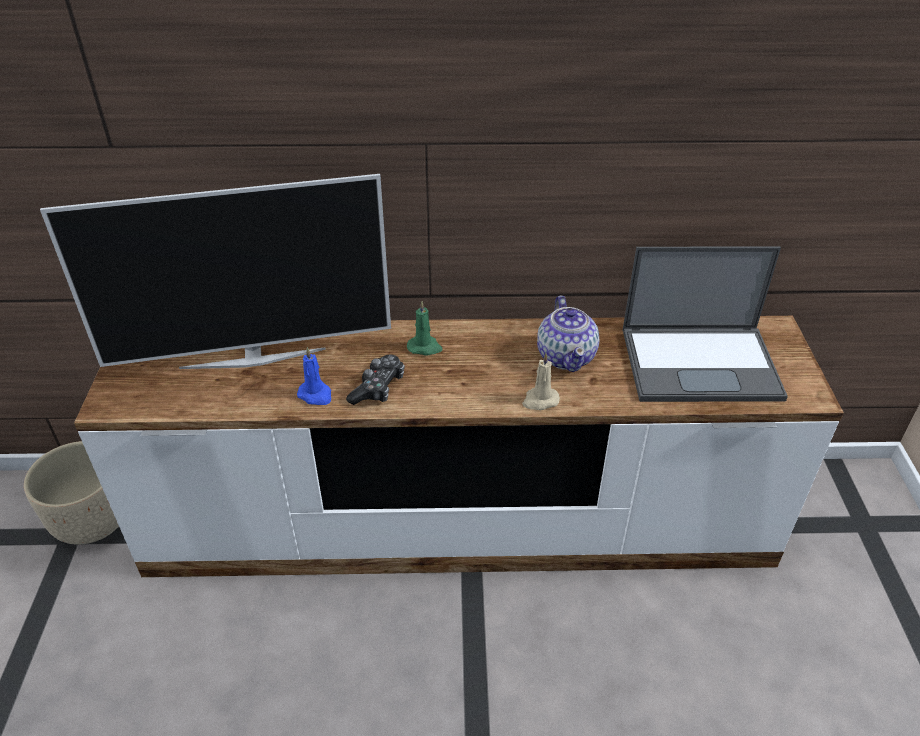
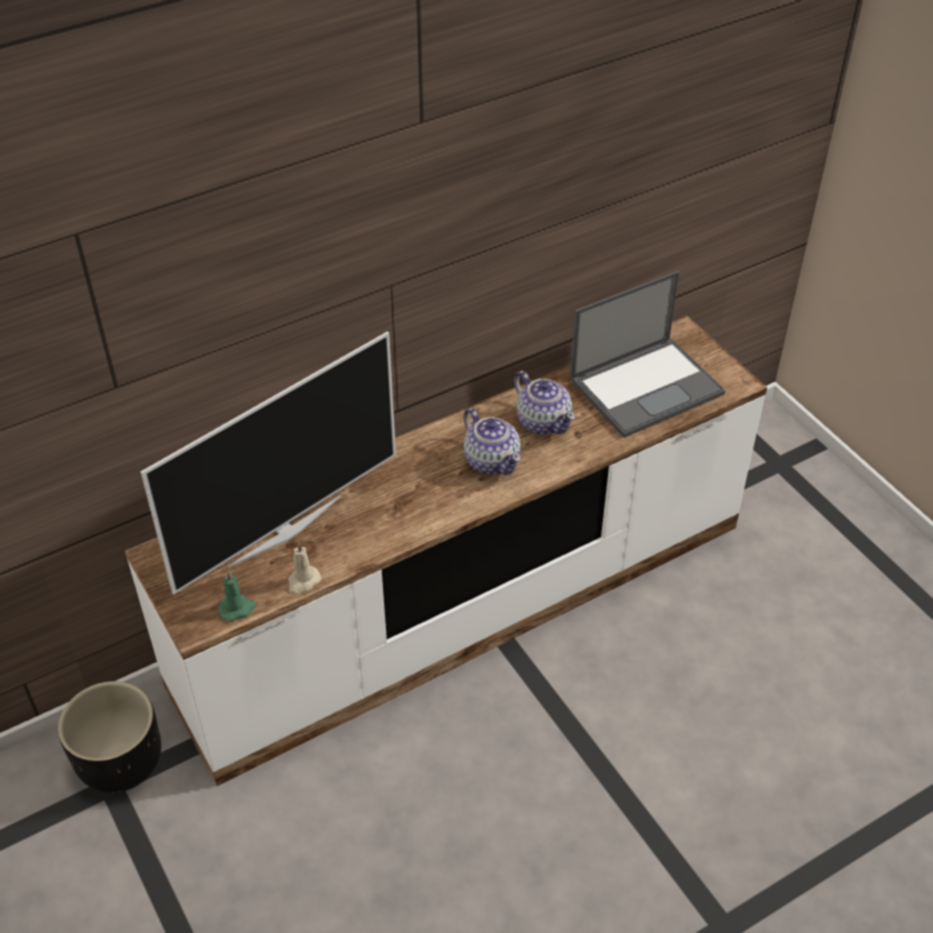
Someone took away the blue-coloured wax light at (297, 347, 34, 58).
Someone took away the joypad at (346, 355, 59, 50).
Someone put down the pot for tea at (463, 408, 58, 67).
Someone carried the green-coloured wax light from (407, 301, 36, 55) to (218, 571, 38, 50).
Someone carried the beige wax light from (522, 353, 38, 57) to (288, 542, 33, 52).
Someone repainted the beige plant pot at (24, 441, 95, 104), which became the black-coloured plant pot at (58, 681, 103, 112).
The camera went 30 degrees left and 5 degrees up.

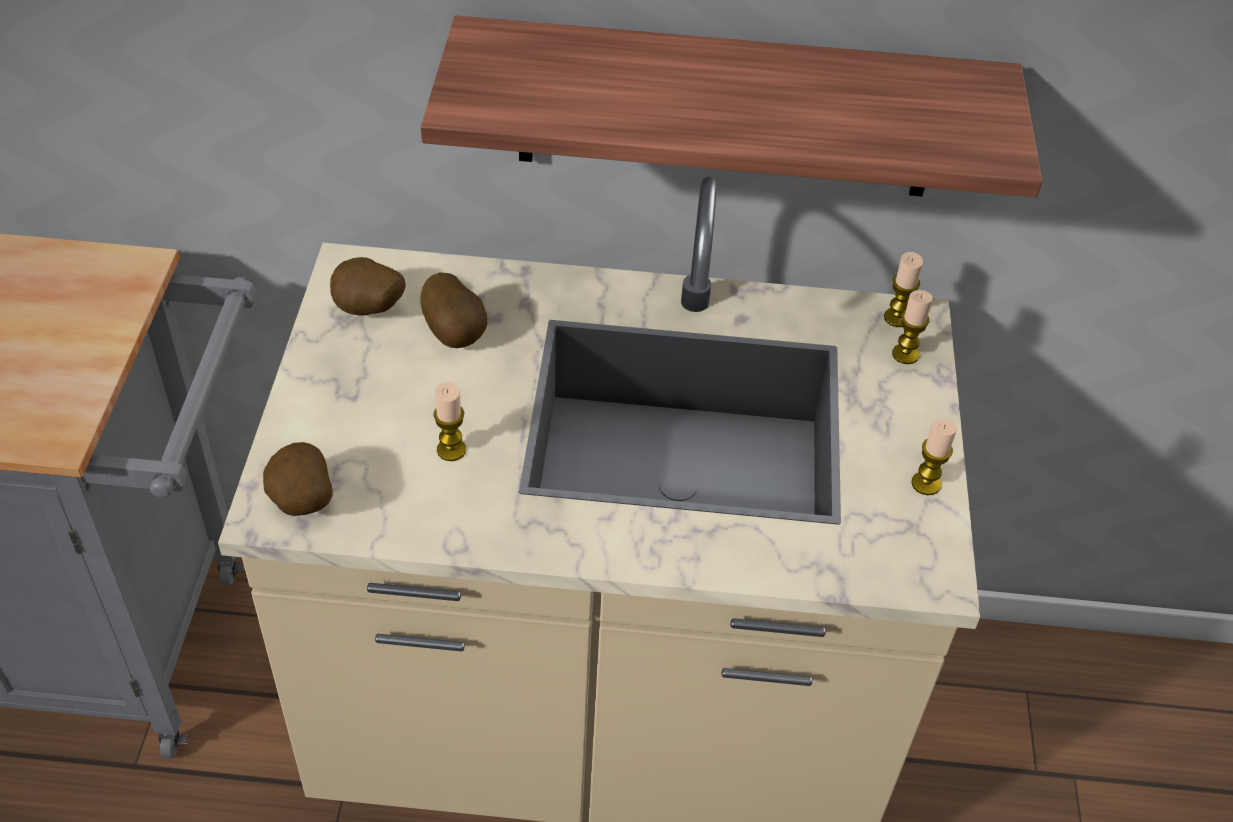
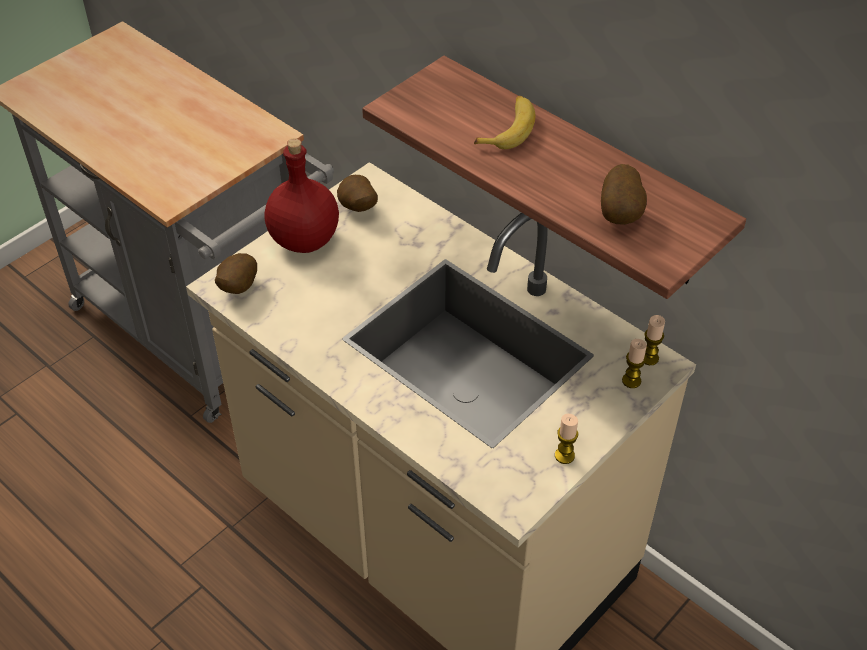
Someone took away the wax light at (433, 382, 33, 79).
Someone put down the red-coloured bottle at (265, 138, 74, 115).
Someone put down the whole banana at (474, 96, 61, 53).
Someone carried the whole potato from (420, 272, 67, 76) to (601, 164, 46, 61).
The camera went 40 degrees right and 0 degrees up.

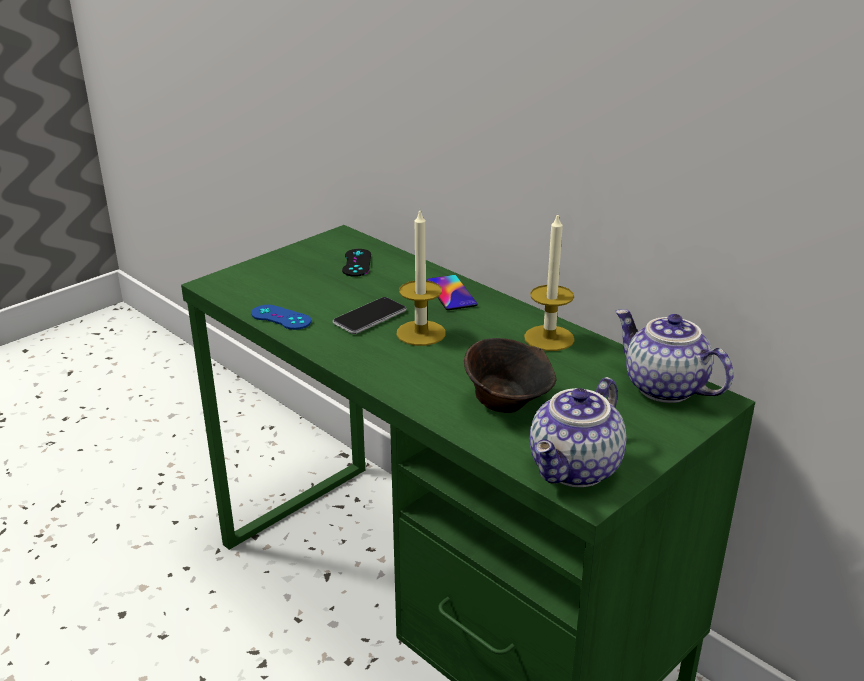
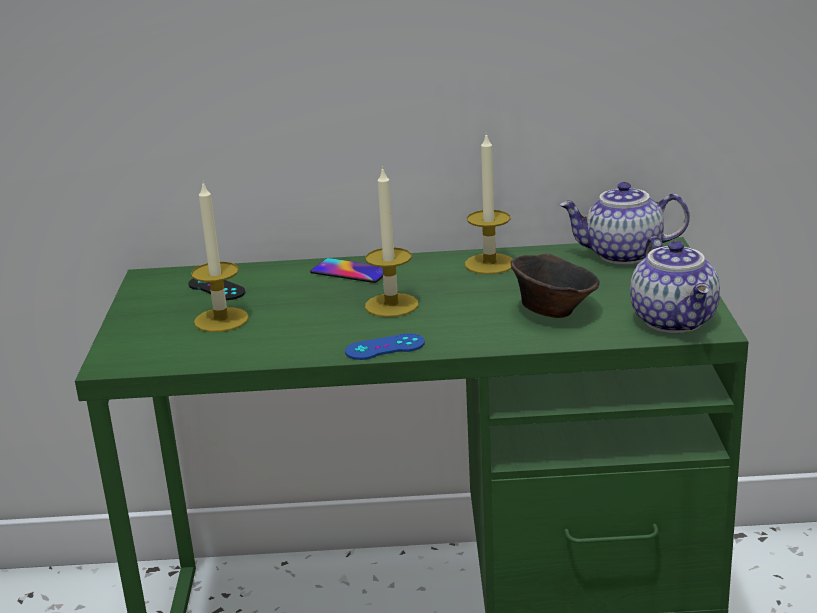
Someone took away the handset at (333, 297, 73, 37).
Someone put down the wax light at (191, 183, 58, 149).
Someone carried the blue-coloured joypad from (251, 305, 60, 25) to (345, 333, 80, 27).
The camera went 45 degrees left and 5 degrees down.

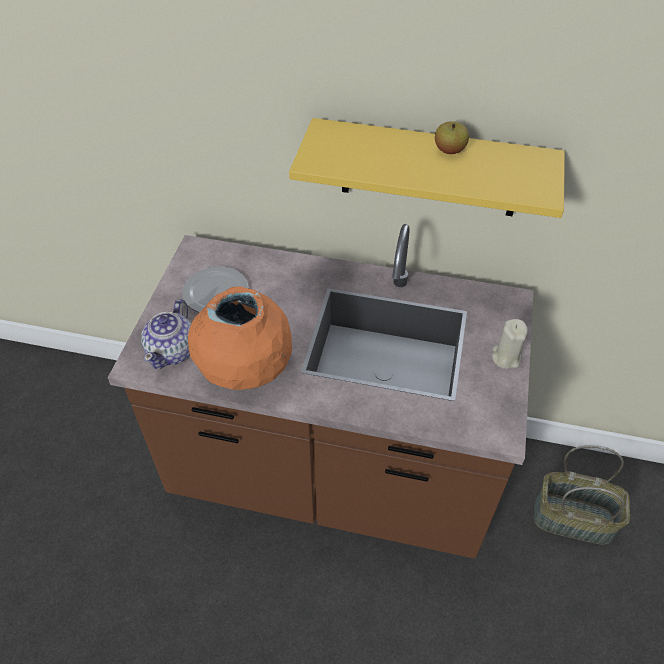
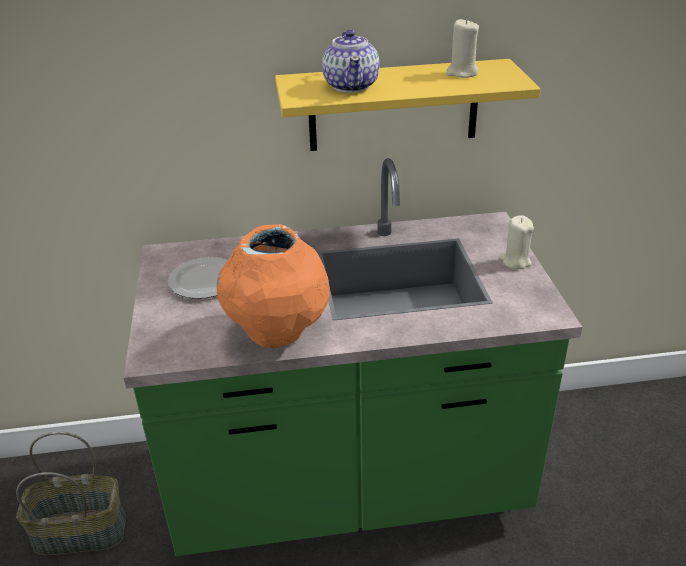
Someone took away the apple fruit at (435, 121, 34, 33).
Someone put down the beige wax light at (446, 18, 33, 60).
Someone carried the pot for tea from (141, 299, 50, 70) to (322, 30, 57, 63).
Someone carried the basket from (534, 445, 96, 99) to (16, 432, 110, 123).
Someone repainted the brown-coloured counter at (108, 224, 426, 335), which became the green-coloured counter at (124, 158, 458, 398).
The camera went 20 degrees left and 15 degrees down.

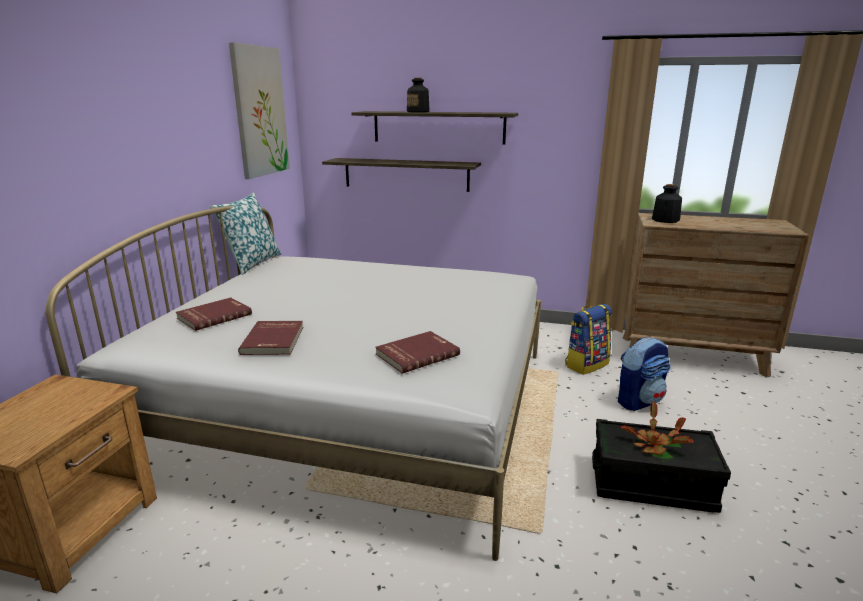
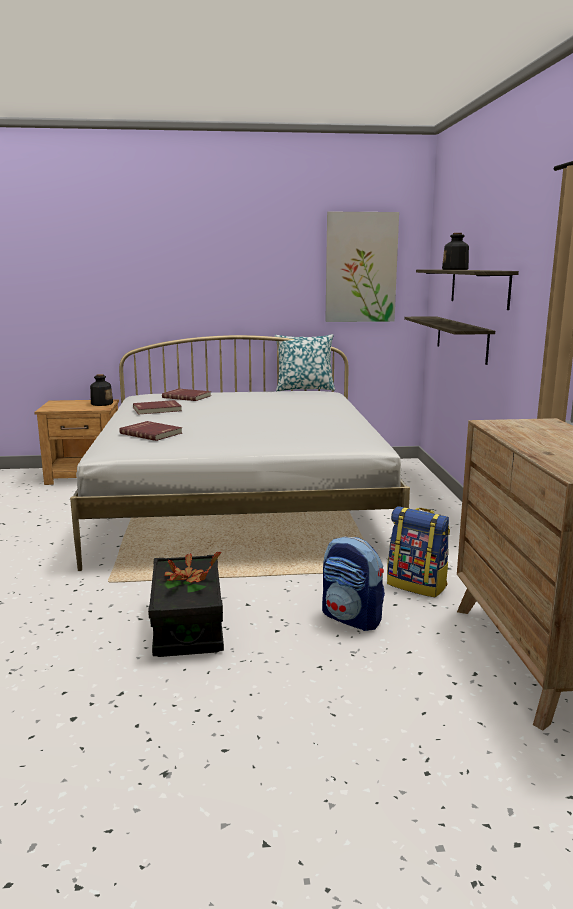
Someone carried the bottle from (652, 184, 30, 39) to (90, 374, 23, 32).
The camera went 70 degrees right and 5 degrees down.

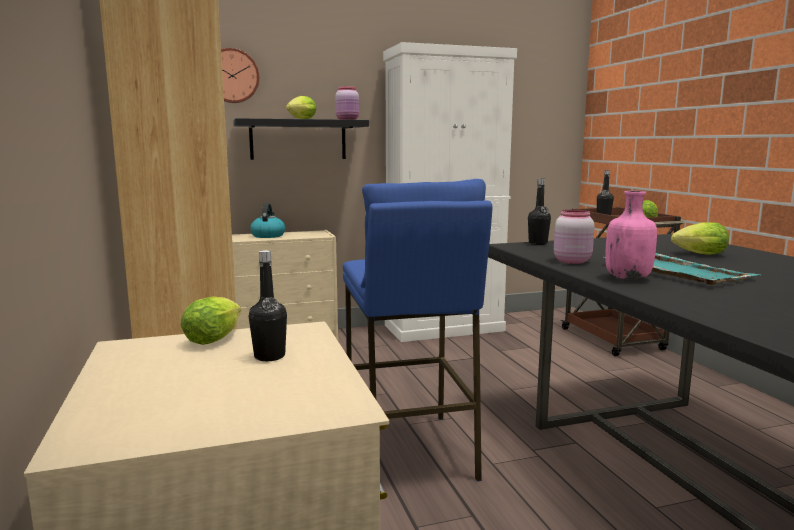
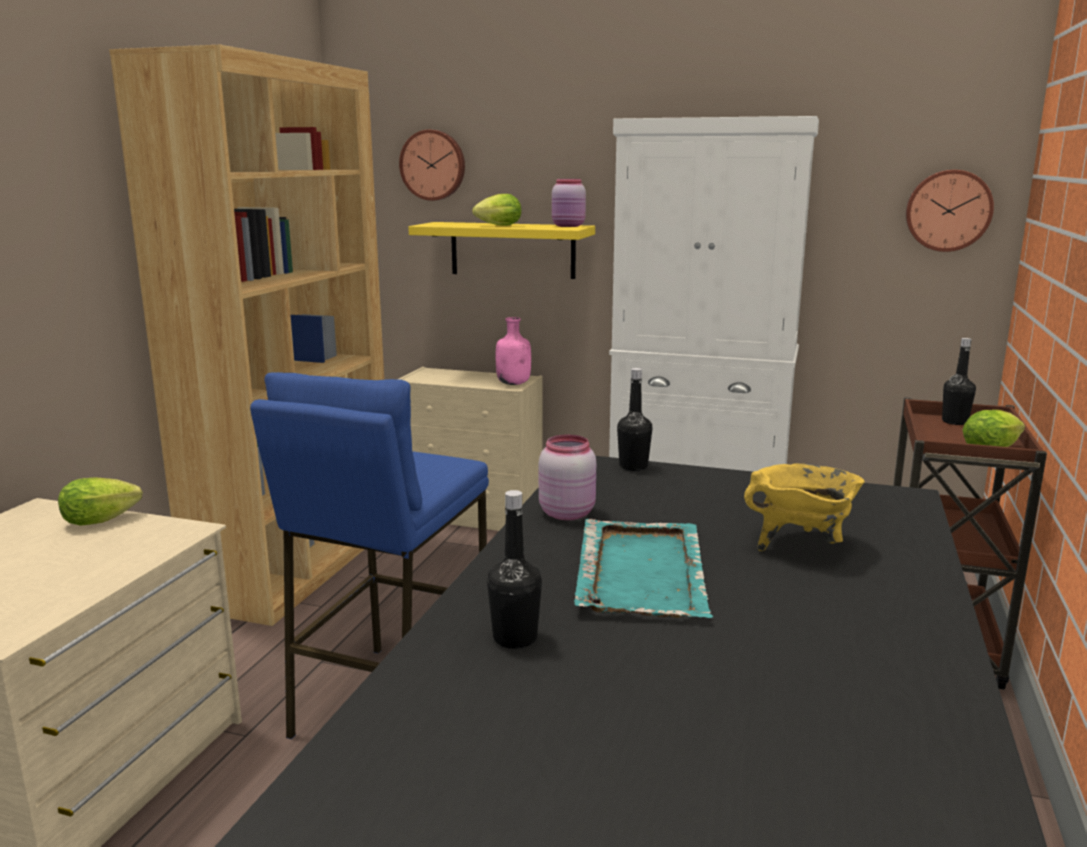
Someone took away the kettle at (250, 203, 35, 35).
Someone put up the clock on the wall at (906, 170, 88, 82).
Someone carried the black-coloured bottle from (249, 250, 38, 111) to (487, 490, 55, 159).
Someone carried the pink-coloured bottle from (605, 191, 52, 89) to (496, 317, 35, 68).
Someone swapped the lettuce at (671, 222, 58, 33) for the yellow-coloured cooking pot at (744, 463, 121, 88).
Someone repainted the black-coloured wall shelf at (233, 118, 136, 42), which became the yellow-coloured wall shelf at (408, 222, 187, 57).
The camera went 35 degrees right and 5 degrees up.

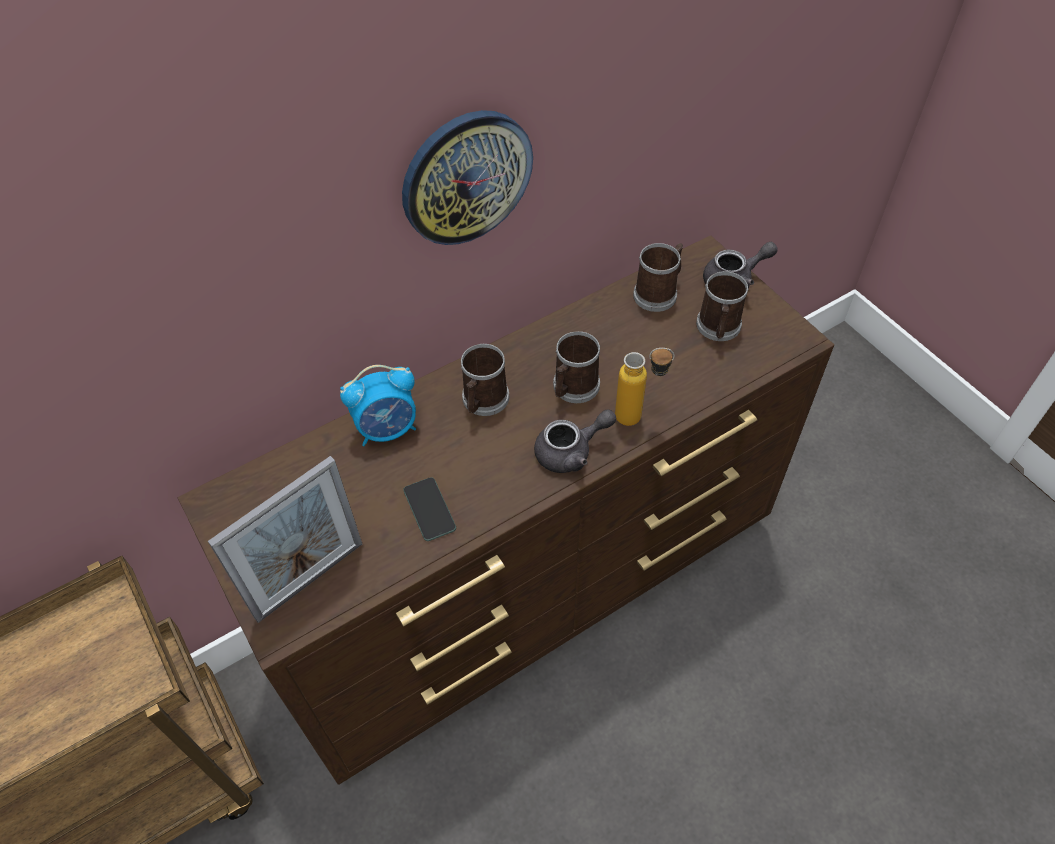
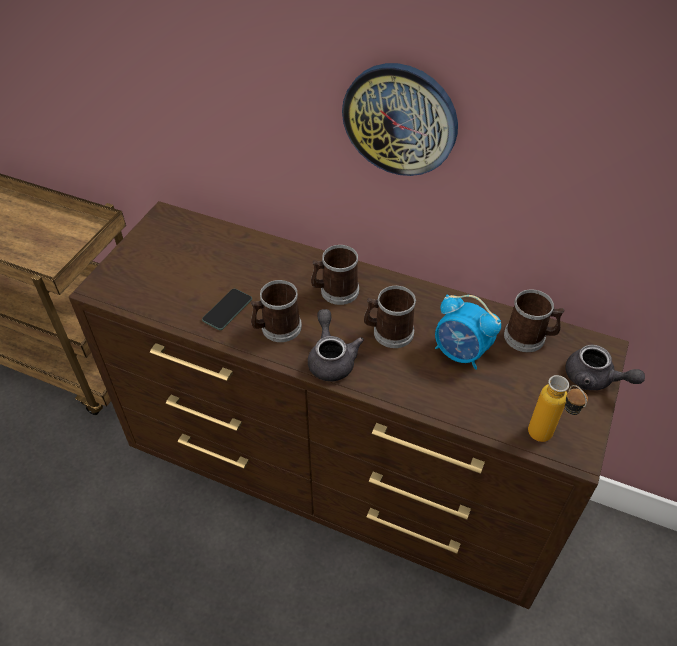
Someone took away the photo frame at (208, 456, 154, 167).
Someone carried the table clock from (340, 365, 76, 81) to (435, 294, 66, 76).
Someone carried the bottle from (615, 348, 60, 78) to (528, 375, 60, 67).
Someone carried the tea mug from (696, 271, 53, 70) to (251, 280, 51, 62).
Someone rotated the grey pot for tea at (534, 409, 82, 64) by 135 degrees counterclockwise.
The camera went 55 degrees right and 5 degrees down.

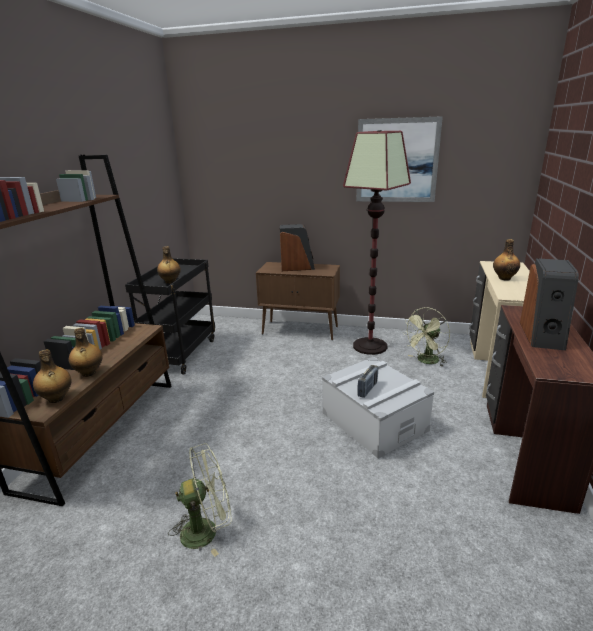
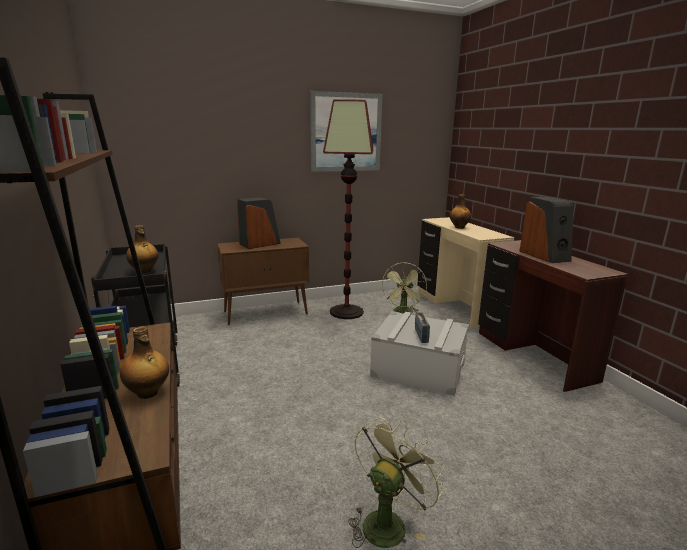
Someone took away the bottle at (33, 349, 39, 54).
The camera went 35 degrees left and 5 degrees down.

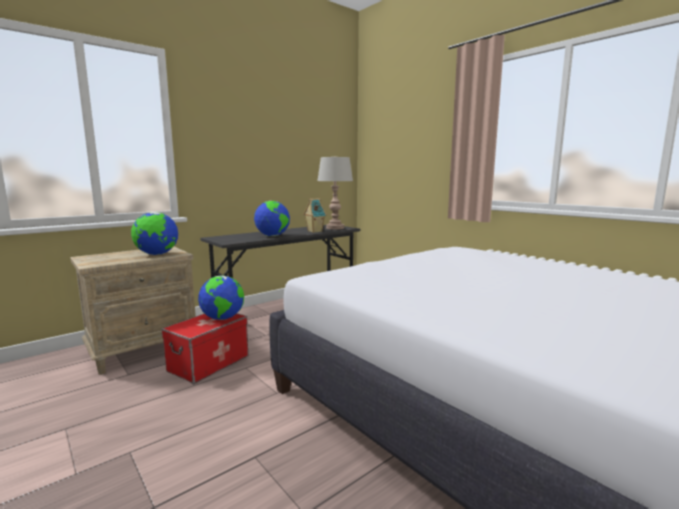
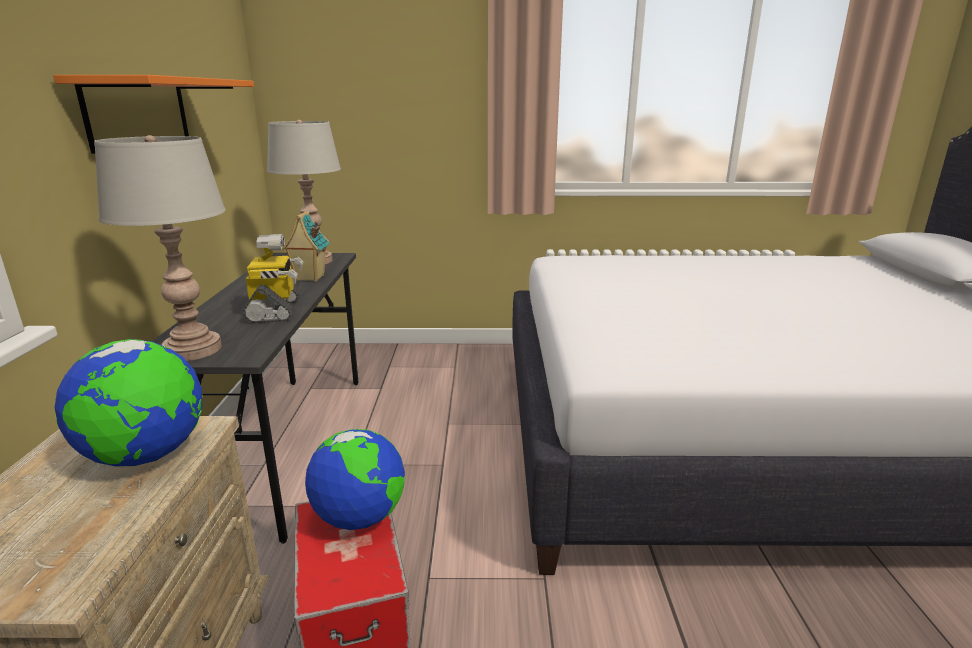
Someone put up the orange wall shelf at (53, 75, 201, 79).
Someone put down the grey table lamp at (94, 135, 132, 226).
Someone swapped the globe at (254, 201, 36, 35) for the robot figure at (243, 234, 61, 89).
The camera went 50 degrees left and 10 degrees up.

